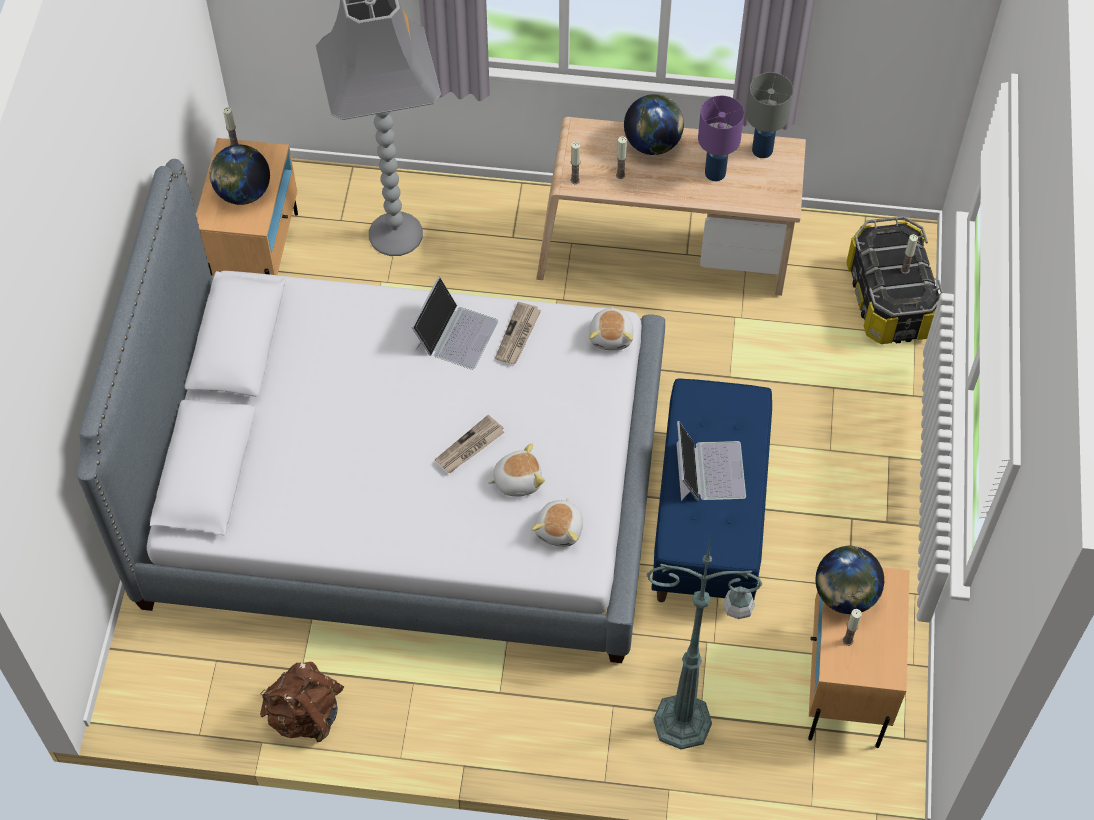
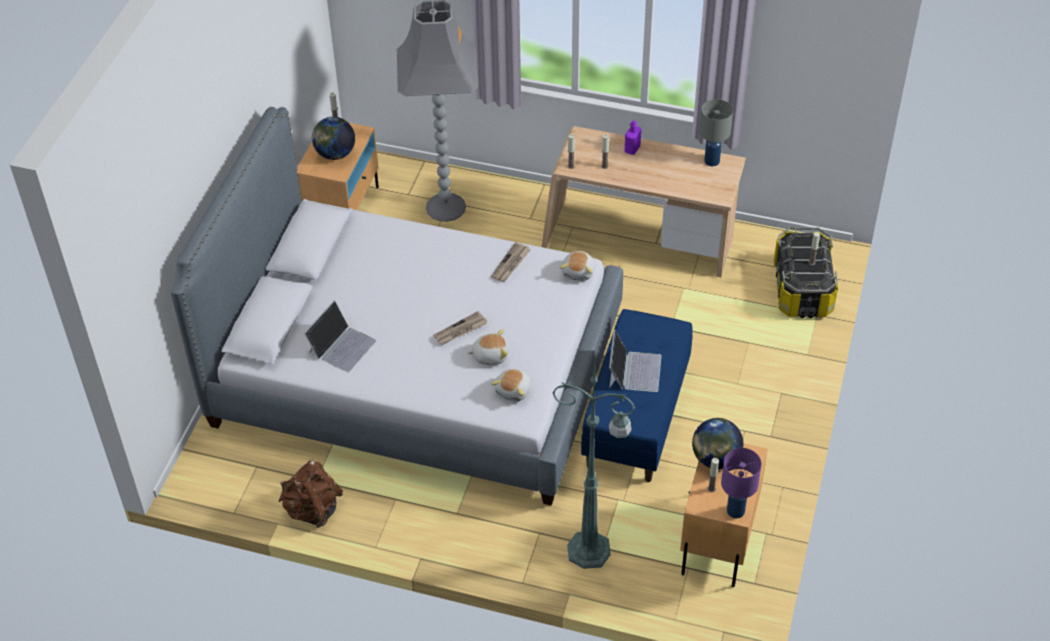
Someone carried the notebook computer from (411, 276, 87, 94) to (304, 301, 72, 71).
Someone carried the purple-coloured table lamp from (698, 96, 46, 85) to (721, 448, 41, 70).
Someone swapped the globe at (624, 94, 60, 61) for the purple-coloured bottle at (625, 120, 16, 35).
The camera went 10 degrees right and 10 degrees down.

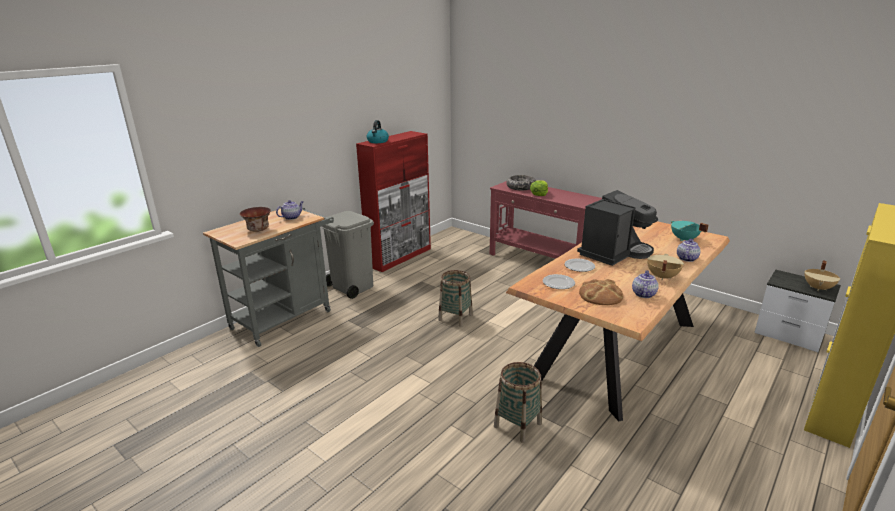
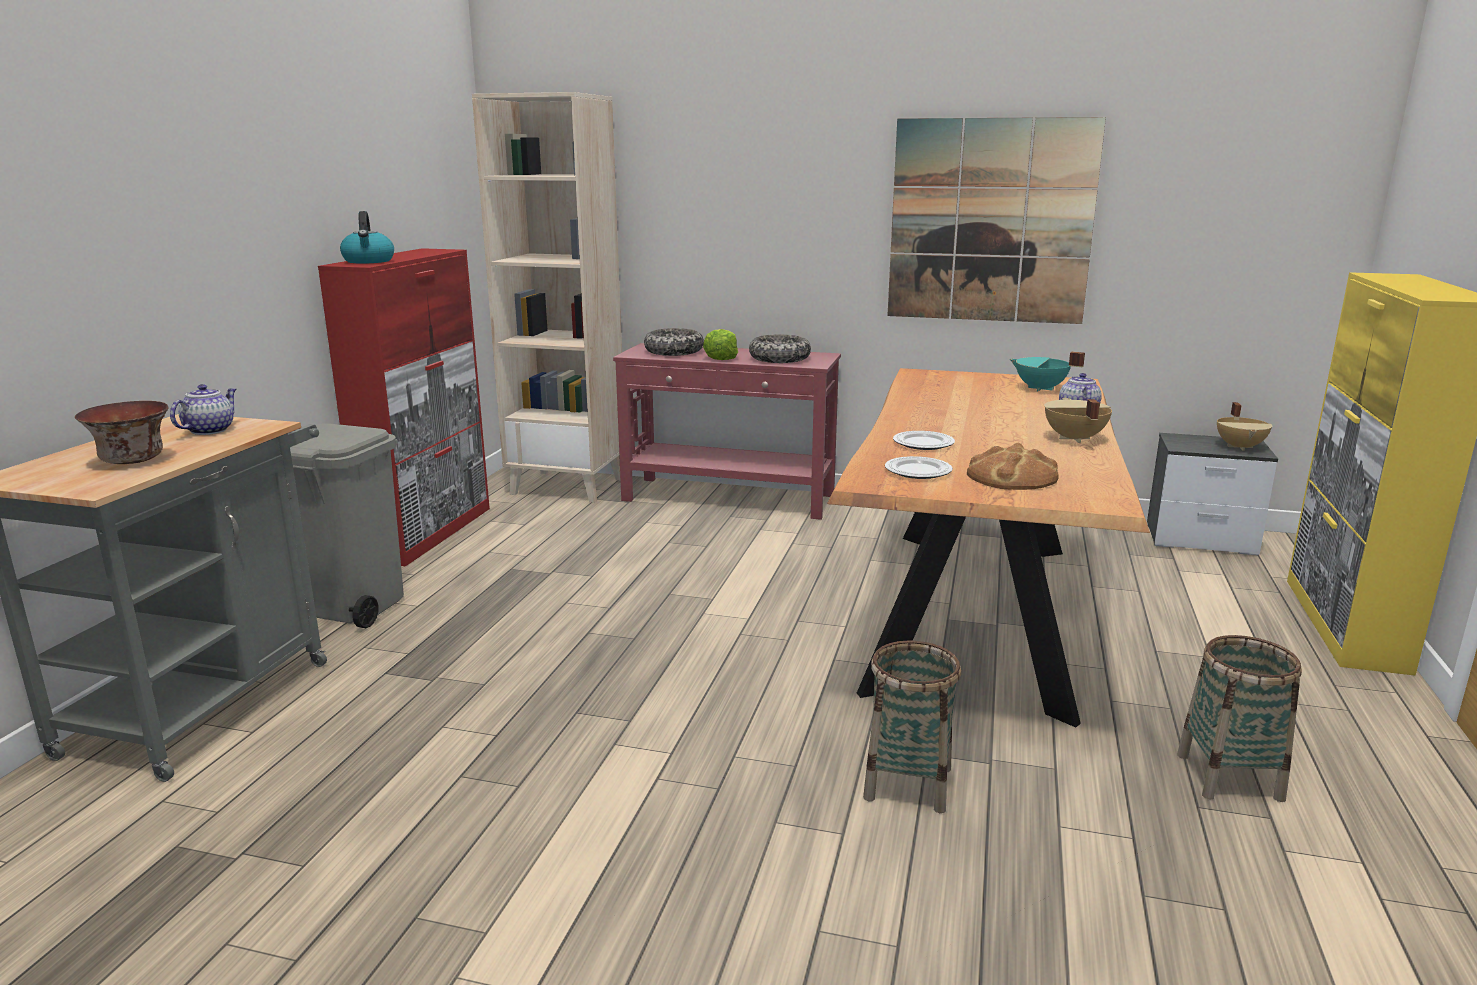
Someone took away the coffee brewer at (577, 190, 81, 76).
Someone took away the pot for tea at (632, 270, 27, 28).
Someone put down the beige bookcase at (472, 92, 150, 411).
Someone put down the bowl at (749, 334, 62, 29).
Someone put up the wall art at (887, 117, 219, 207).
Someone carried the basket from (438, 270, 35, 57) to (1177, 635, 125, 167).
The camera went 25 degrees left and 5 degrees down.

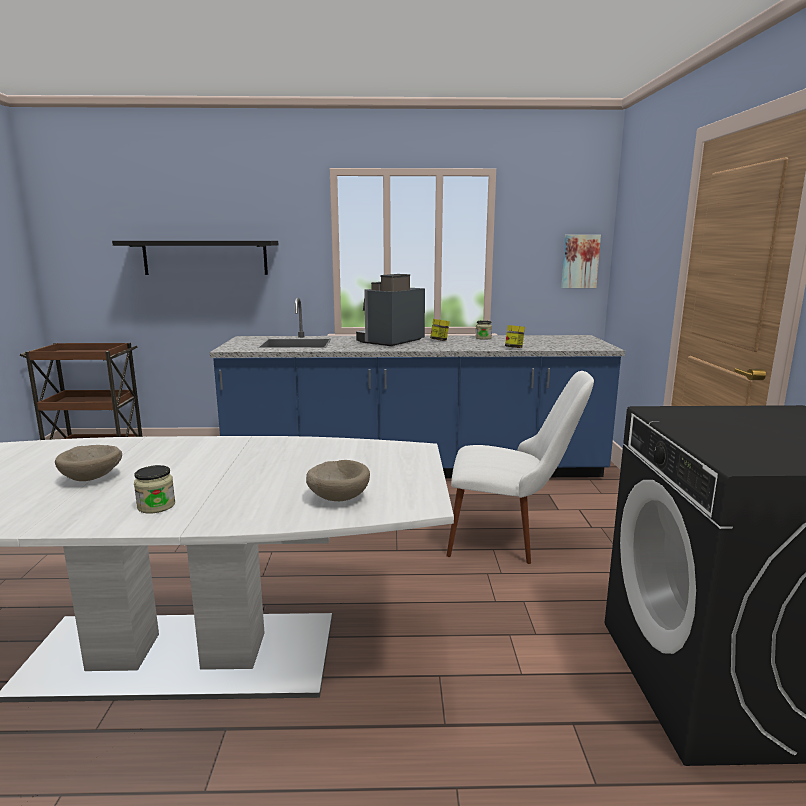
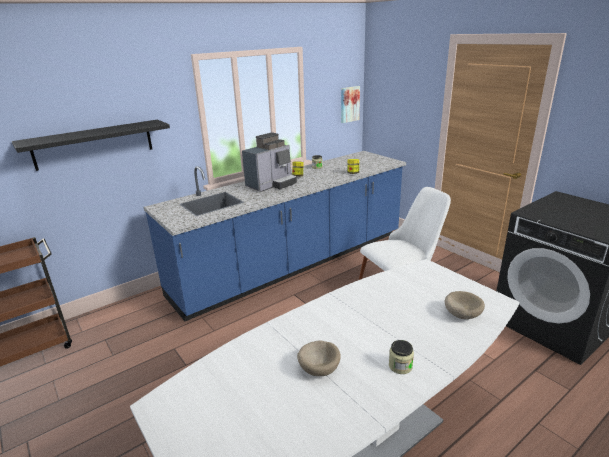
Someone rotated the coffee brewer at (356, 274, 69, 72) by 135 degrees counterclockwise.
The camera went 35 degrees left and 10 degrees up.

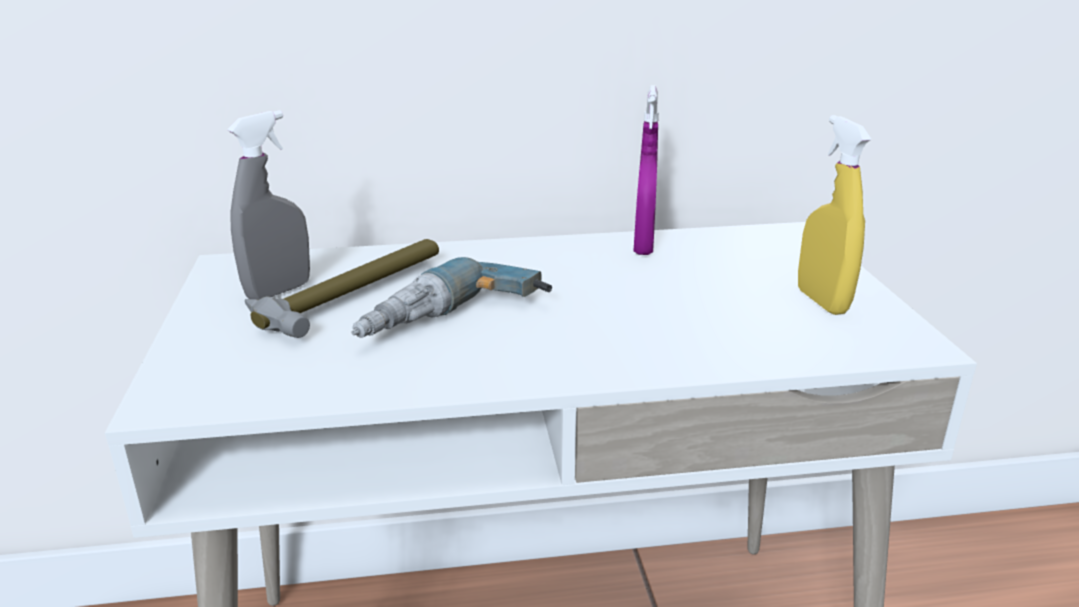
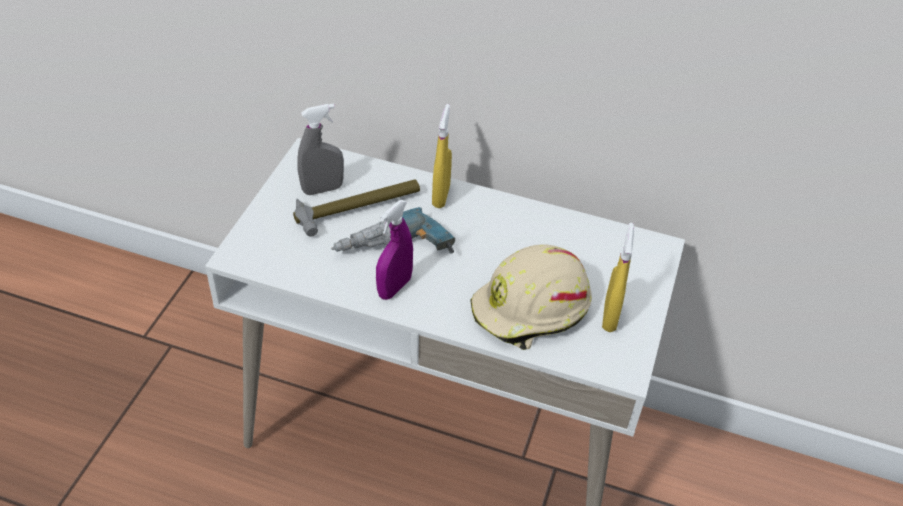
Someone put down the yellow-coloured sprayer at (432, 104, 20, 104).
Someone put down the beige safety helmet at (470, 244, 122, 106).
Someone carried the purple-coloured sprayer from (633, 85, 26, 170) to (376, 200, 37, 100).
The camera went 25 degrees right and 20 degrees up.

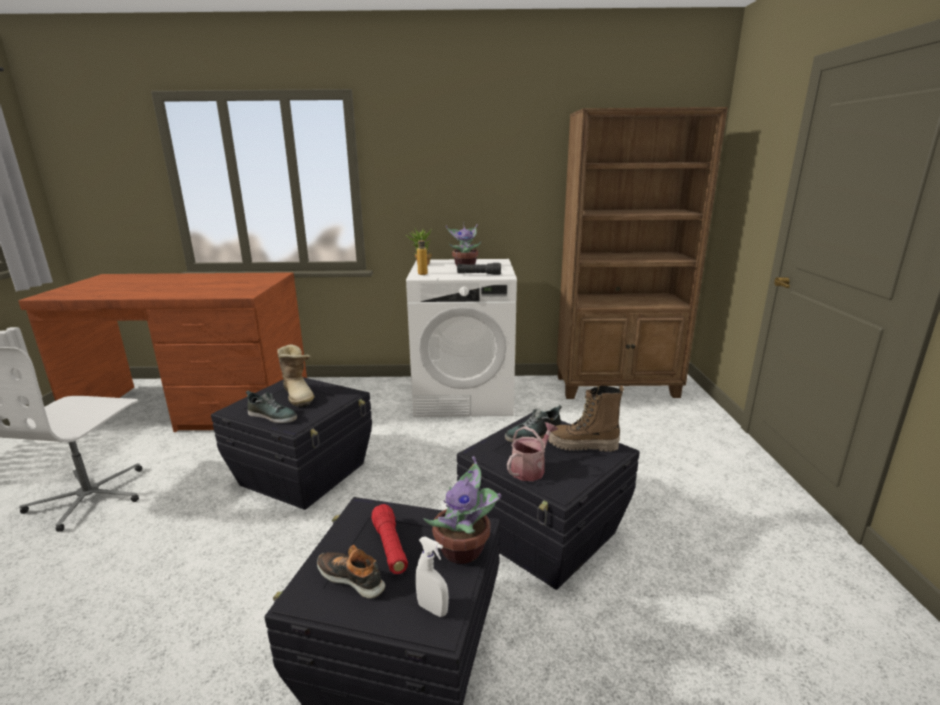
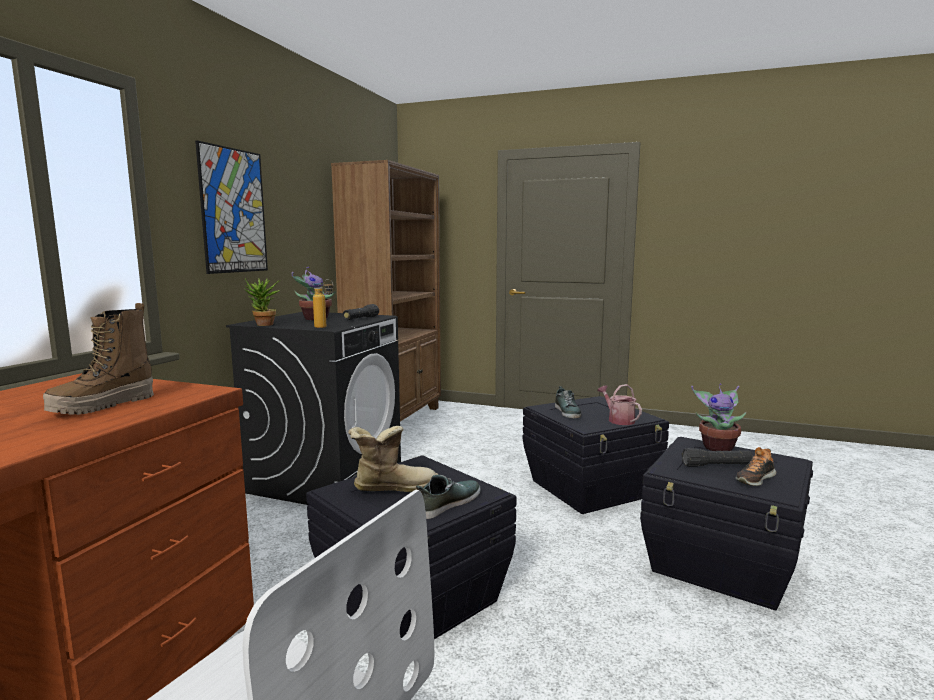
Someone took away the white sprayer at (416, 537, 33, 80).
Someone put up the wall art at (195, 140, 73, 134).
Someone carried the tall boot from (548, 385, 76, 67) to (43, 303, 111, 112).
Someone repainted the red-coloured flashlight at (371, 504, 37, 70), which became the black-coloured flashlight at (681, 448, 72, 19).
Someone repainted the white laundry appliance at (406, 259, 111, 158), which became the black-coloured laundry appliance at (226, 312, 175, 193).
The camera went 70 degrees left and 10 degrees down.

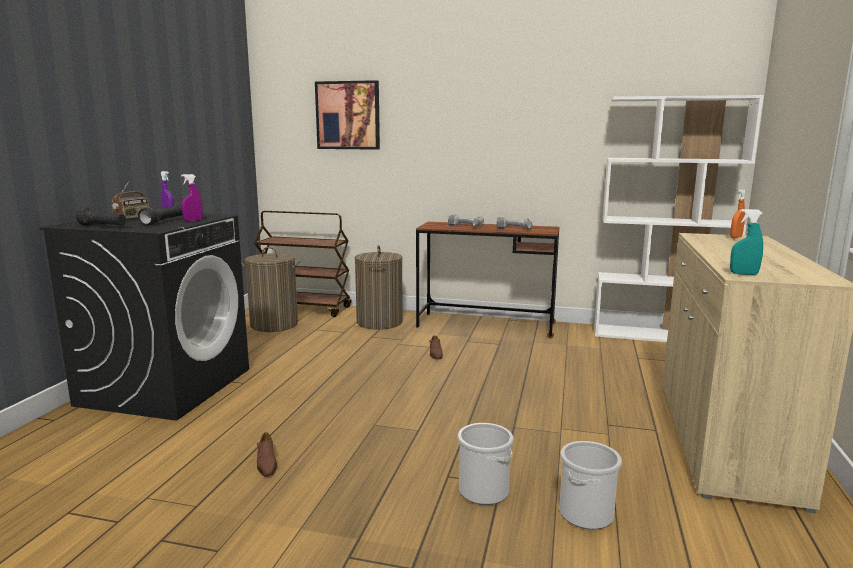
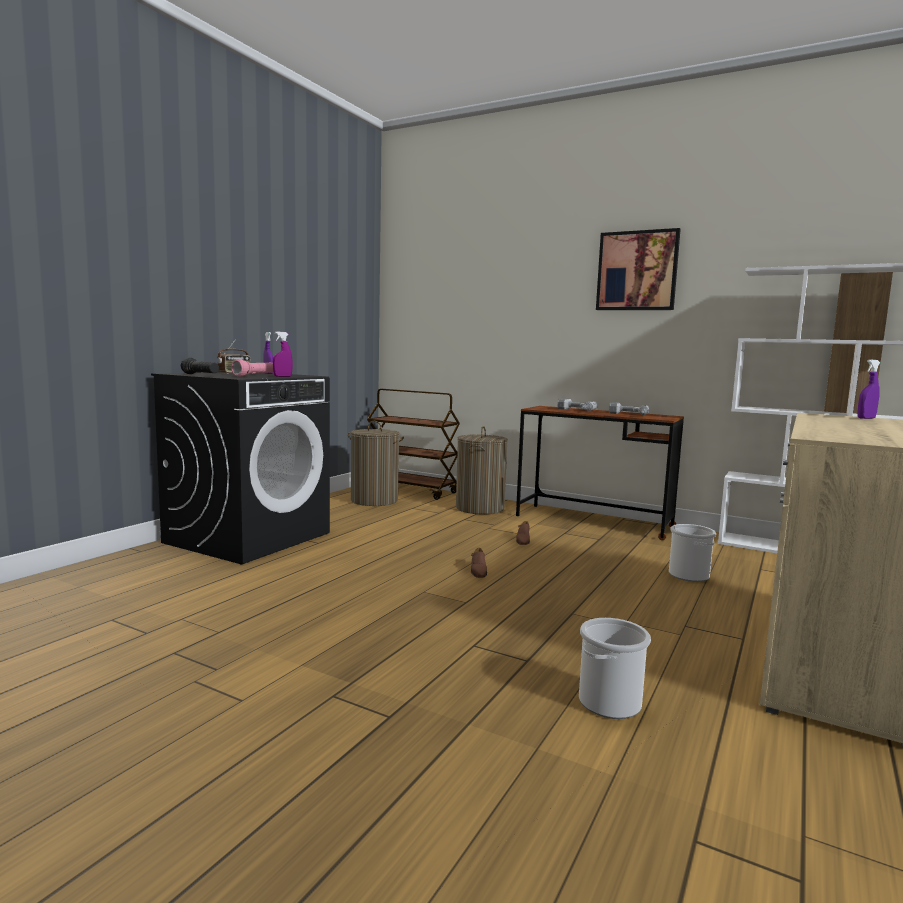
Someone took away the blue-green sprayer at (730, 209, 33, 66).
Someone carried the brown-coloured item of footwear from (257, 432, 20, 45) to (471, 548, 16, 30).
Someone carried the wall art from (315, 80, 65, 70) to (596, 228, 85, 82).
Someone carried the bucket from (457, 423, 57, 82) to (669, 524, 47, 58).
Someone repainted the black-coloured flashlight at (138, 205, 45, 21), which became the pink-coloured flashlight at (231, 359, 42, 18).
Someone repainted the orange sprayer at (730, 189, 16, 49), which became the purple-coloured sprayer at (857, 359, 23, 60).
The camera went 15 degrees right and 5 degrees down.

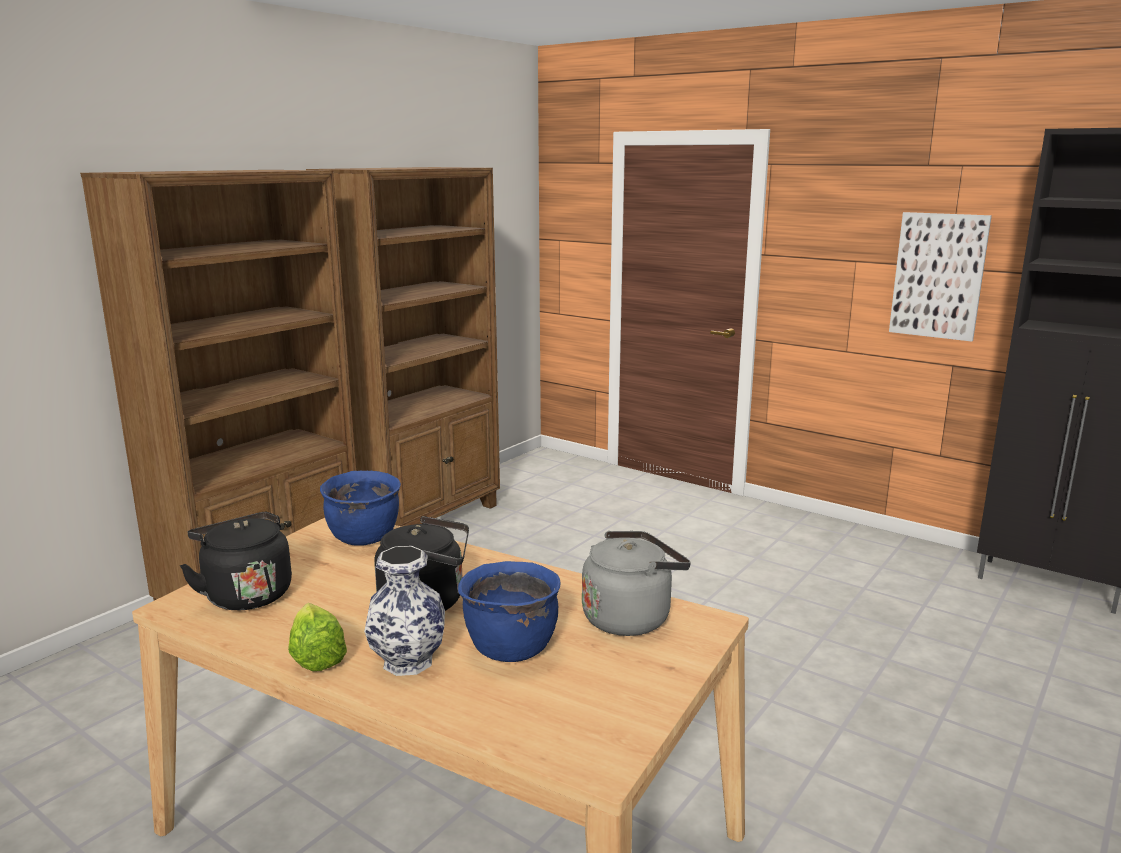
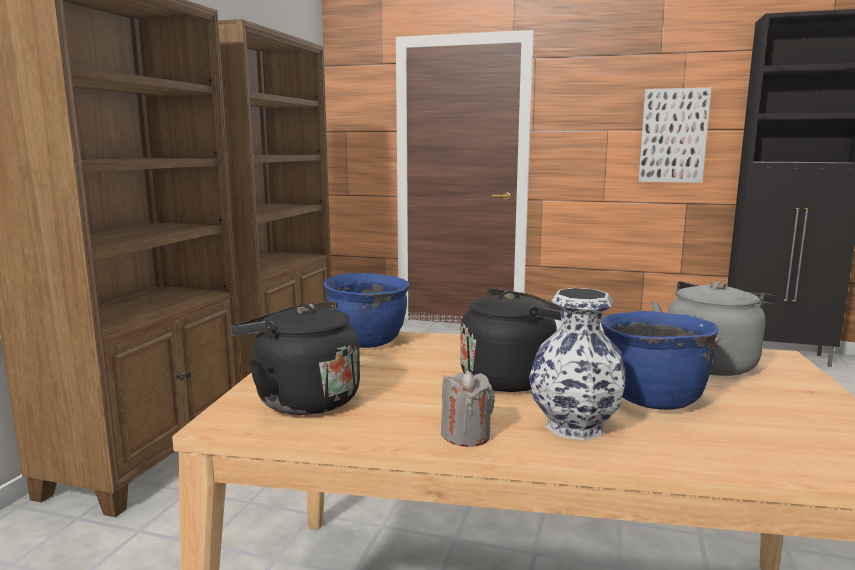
Someone swapped the lettuce at (288, 603, 59, 68) for the grey wax light at (441, 370, 54, 77).
The camera went 20 degrees left and 5 degrees down.

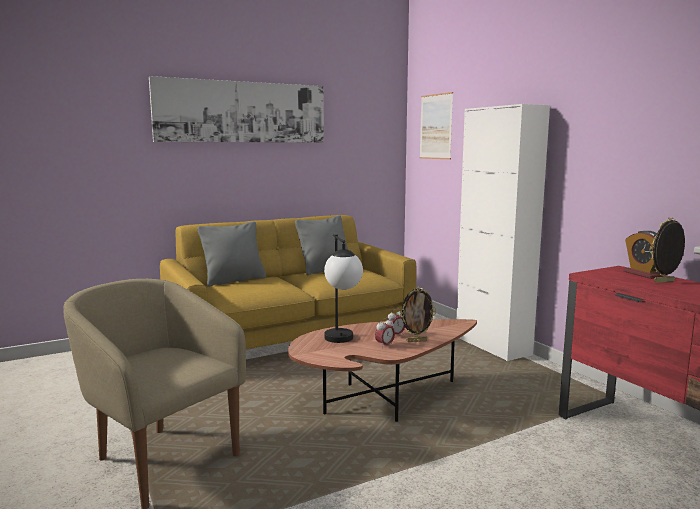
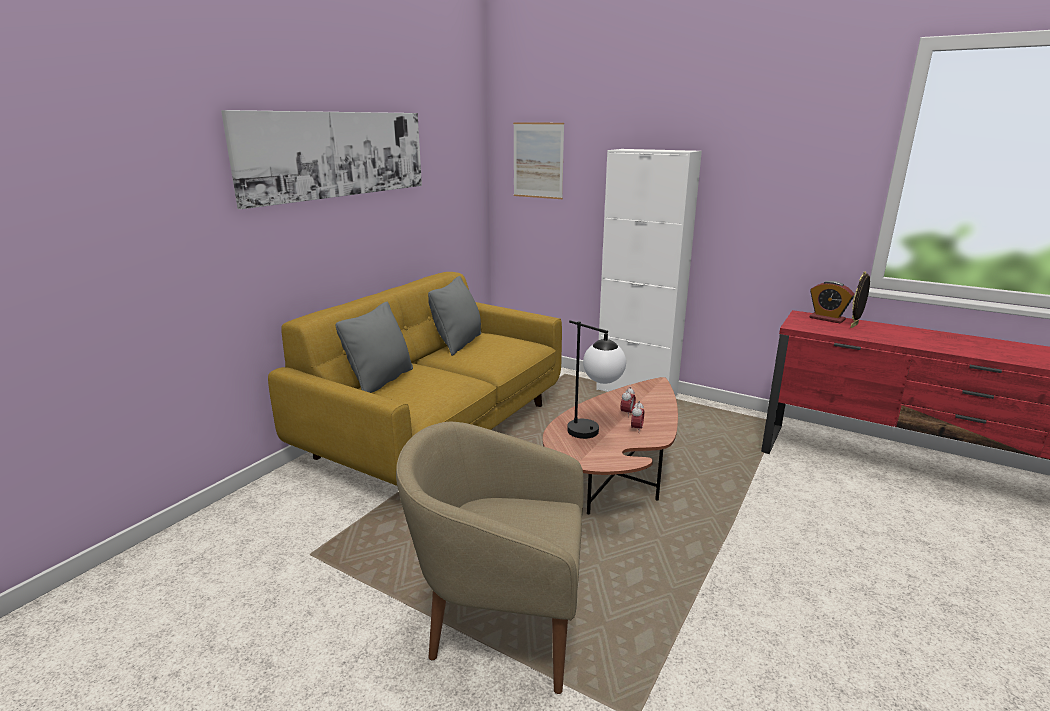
Someone took away the photo frame at (400, 287, 36, 55).
The camera went 30 degrees left and 10 degrees up.

